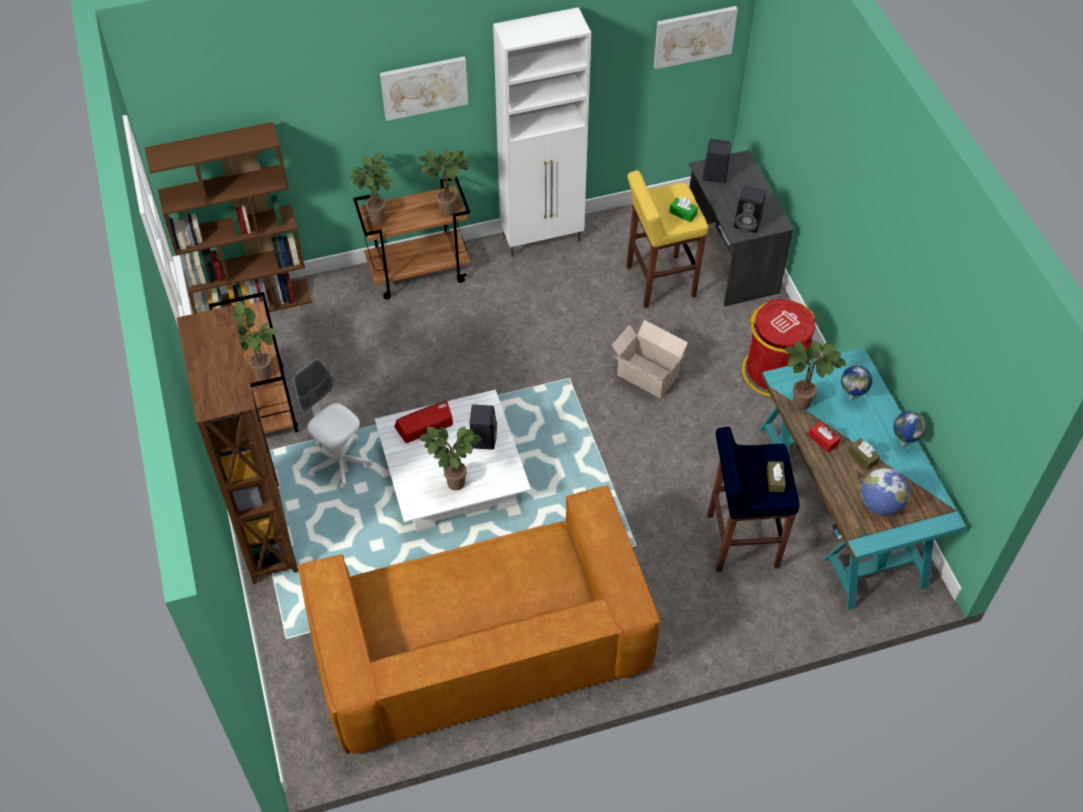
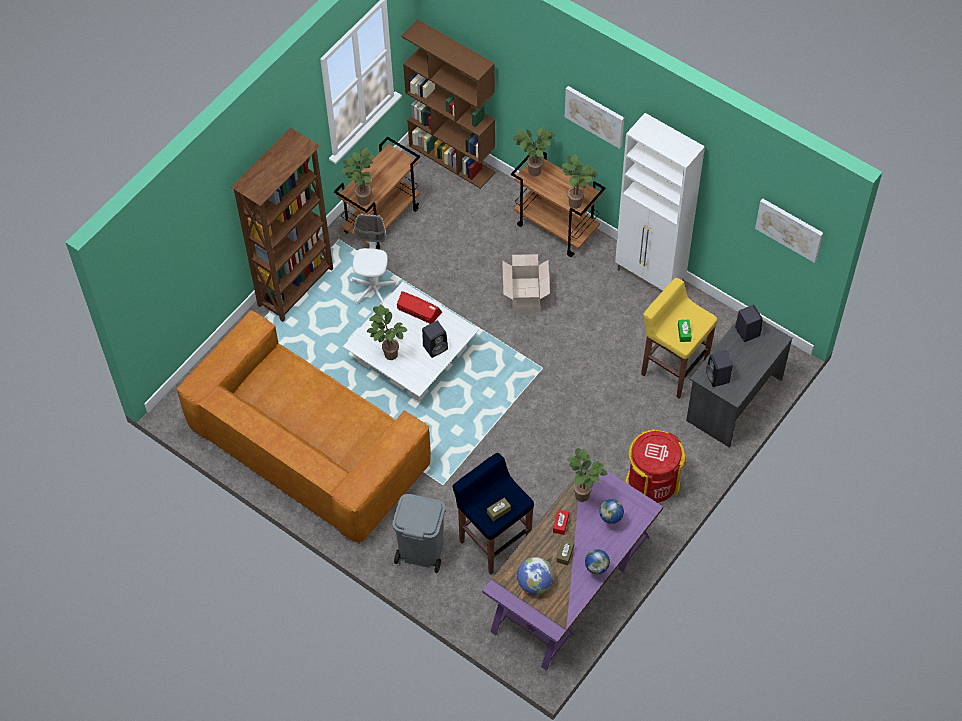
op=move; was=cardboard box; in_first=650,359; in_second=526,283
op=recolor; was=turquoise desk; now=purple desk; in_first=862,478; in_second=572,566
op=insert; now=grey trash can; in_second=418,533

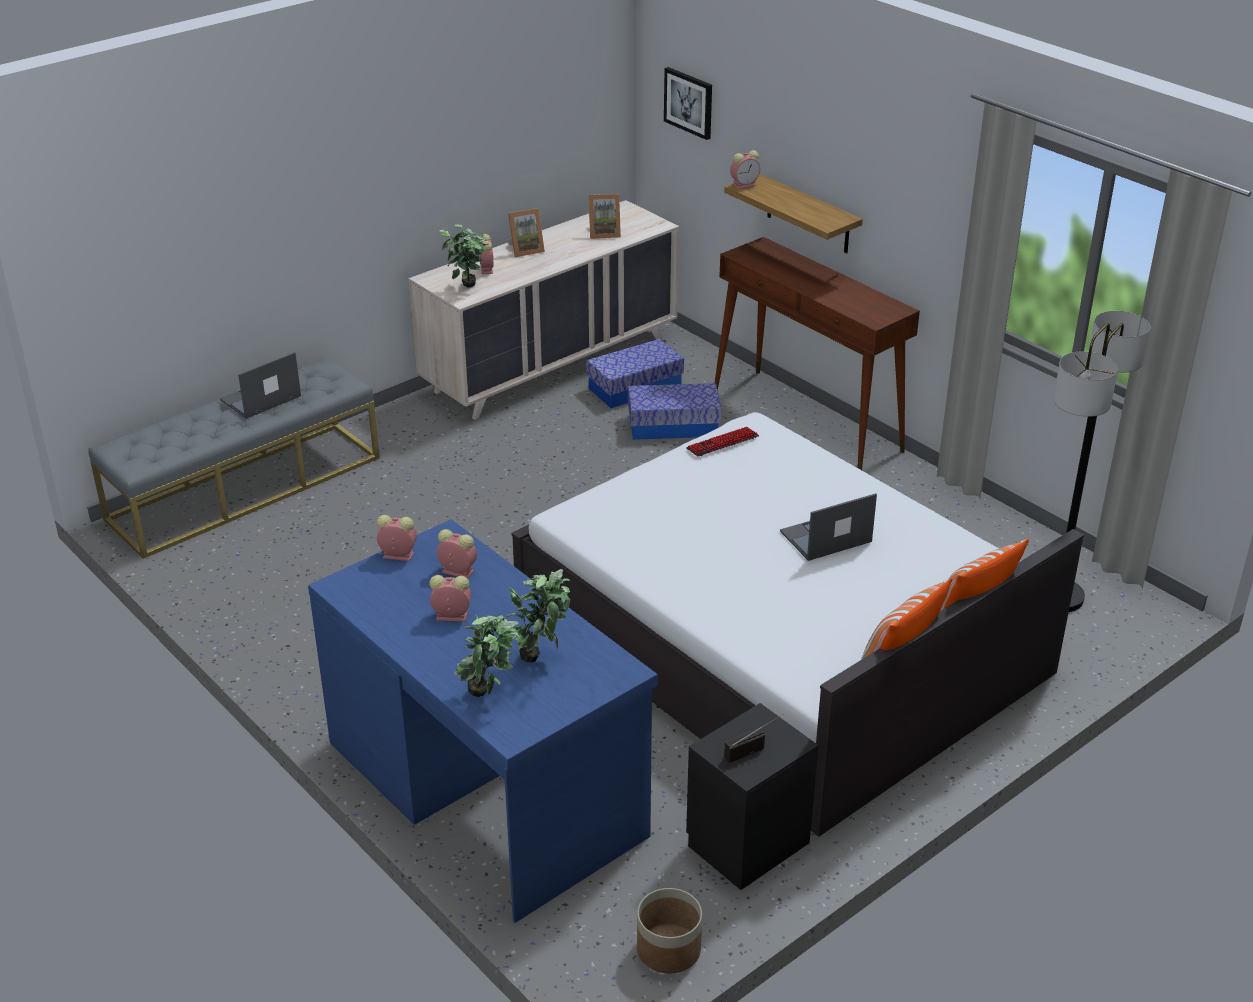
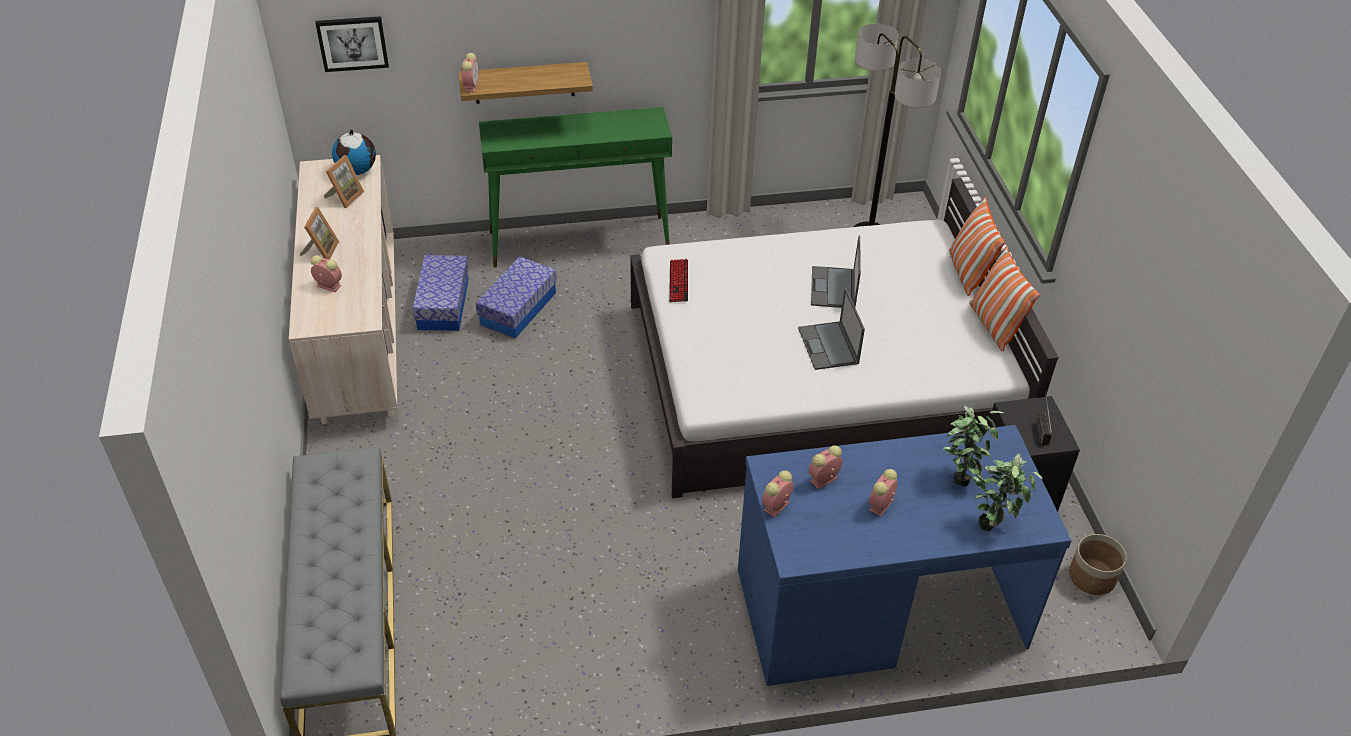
op=move; was=laptop; in_first=260,385; in_second=831,329
op=delete; was=potted plant; in_first=463,256
op=recolor; was=brown console table; now=green console table; in_first=817,353; in_second=575,187
op=insert; now=globe; in_second=354,152

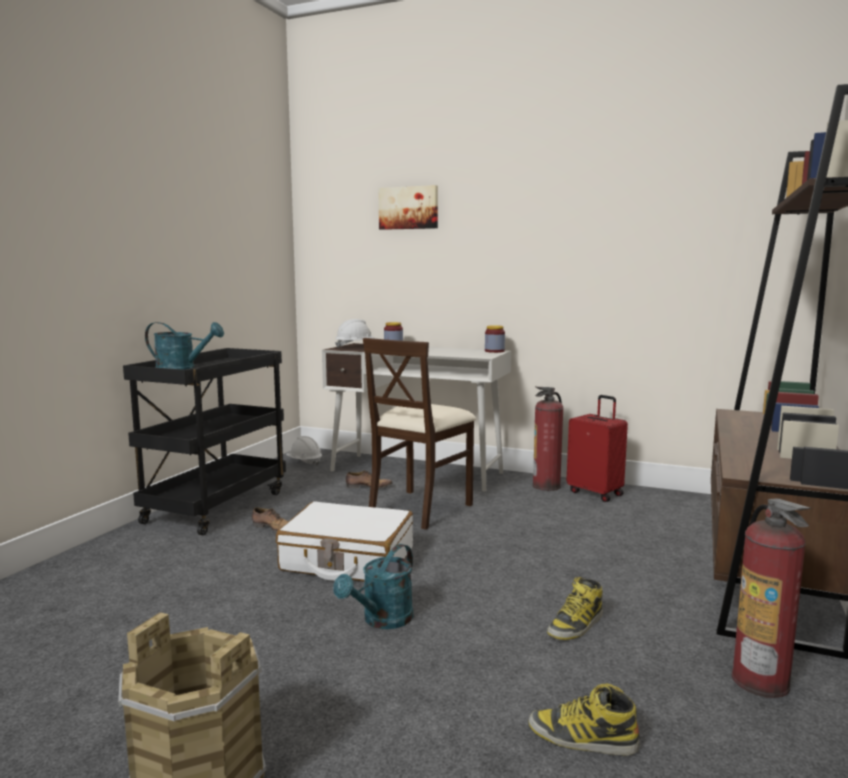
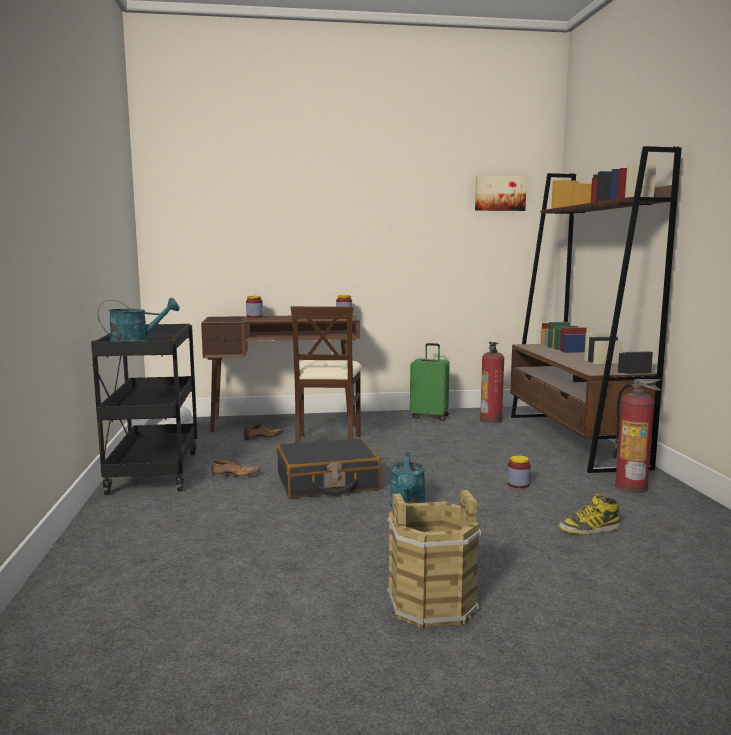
op=recolor; was=white suitcase; now=black suitcase; in_first=344,541; in_second=329,468
op=recolor; was=white desk; now=brown desk; in_first=416,417; in_second=280,373
op=delete; was=white hard hat; in_first=355,333
op=move; was=picture; in_first=408,207; in_second=501,193
op=move; was=fire extinguisher; in_first=548,439; in_second=492,382
op=replace; was=boot; now=jar; in_first=575,608; in_second=519,472
op=recolor; was=red suitcase; now=green suitcase; in_first=597,448; in_second=430,382

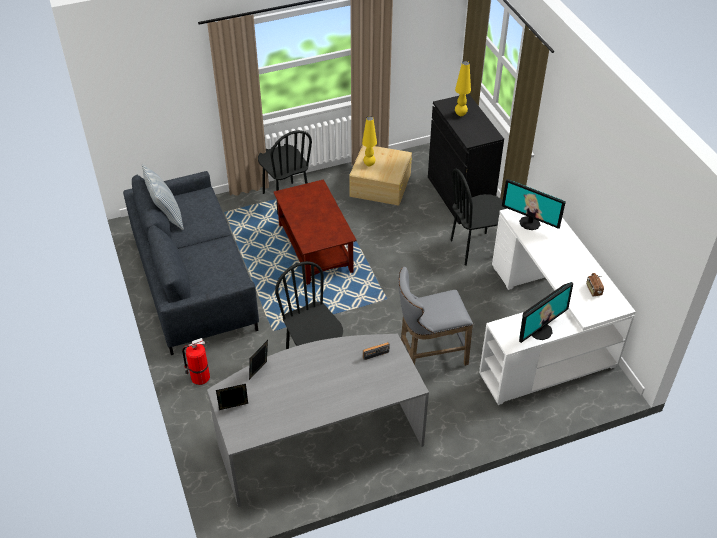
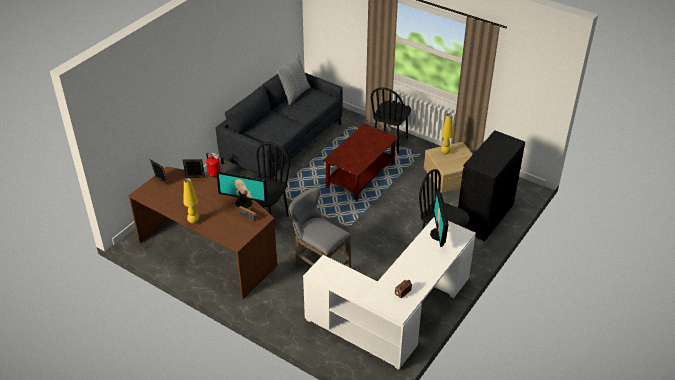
op=recolor; was=grey desk; now=brown desk; in_first=318,420; in_second=203,233
op=move; was=yellow table lamp; in_first=463,88; in_second=191,201
op=move; was=monitor; in_first=546,312; in_second=241,189

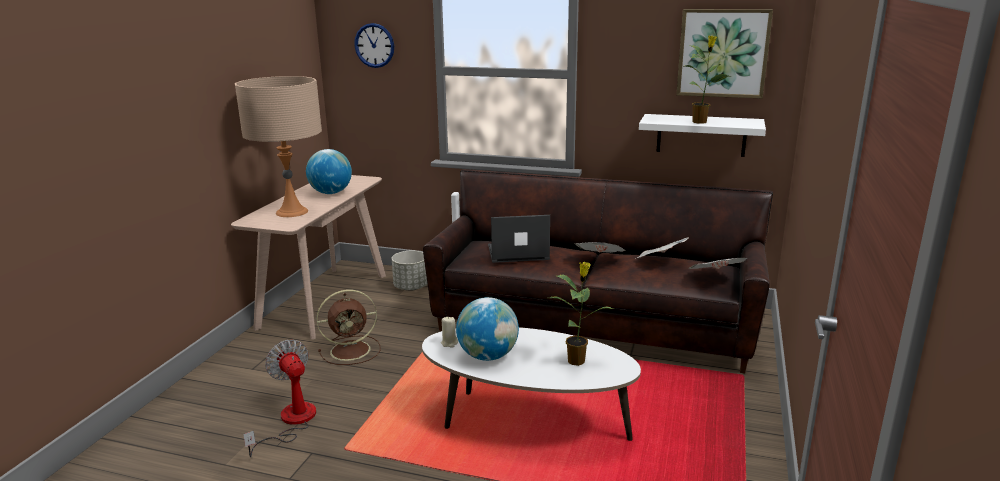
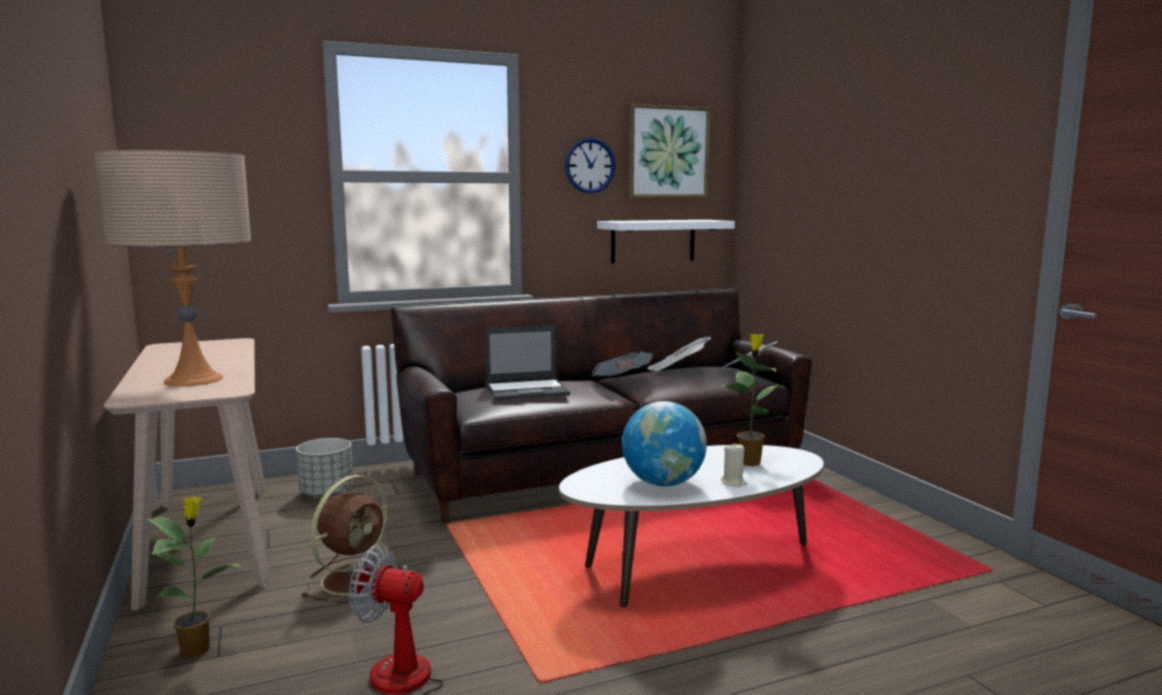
op=delete; was=globe; in_first=329,171
op=move; was=wall clock; in_first=374,45; in_second=590,166
op=move; was=beige candle; in_first=449,332; in_second=734,465
op=rotate; was=laptop; in_first=519,239; in_second=527,362; clockwise=-150
op=move; was=potted plant; in_first=708,79; in_second=193,577

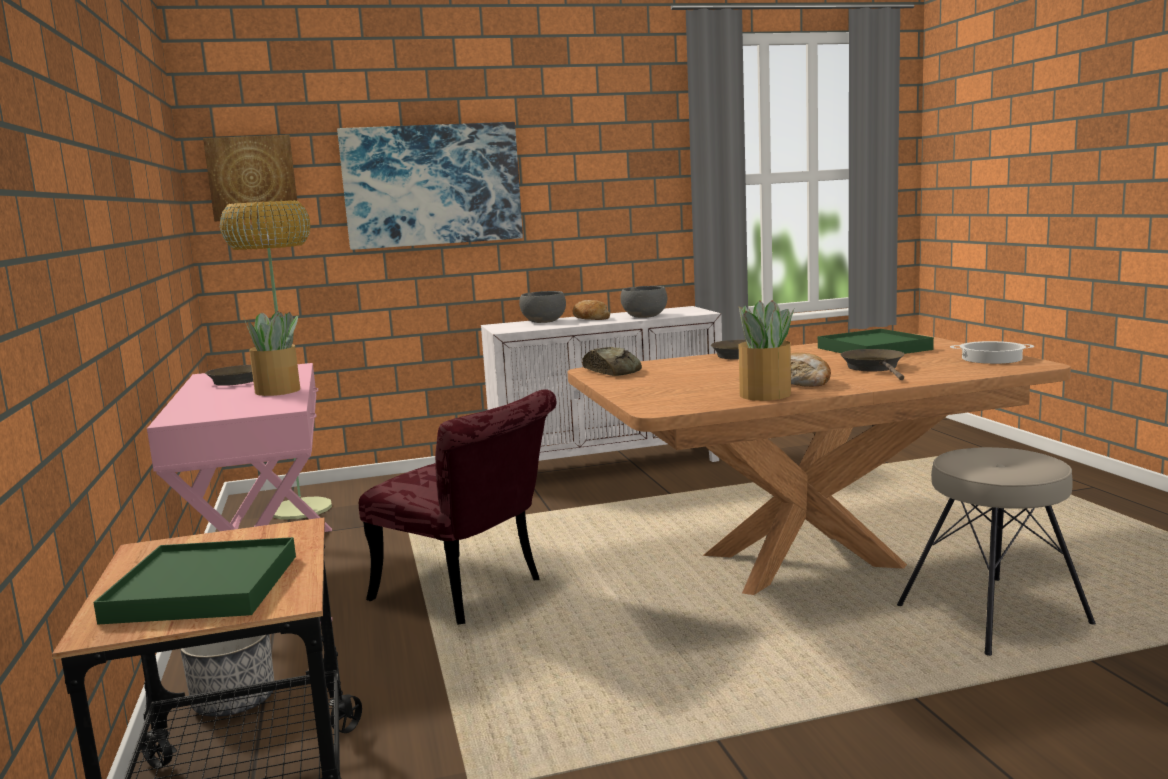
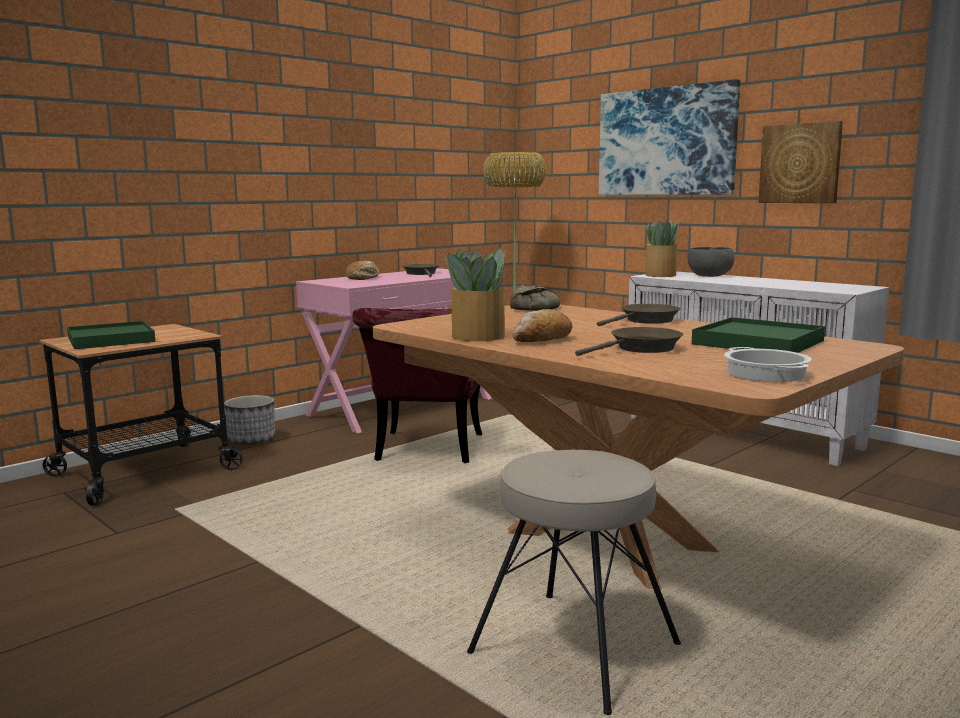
op=move; was=picture; in_first=250,178; in_second=800,162
op=move; was=potted plant; in_first=271,353; in_second=662,248
op=move; was=bread; in_first=591,310; in_second=362,270
op=delete; was=grey bowl; in_first=643,302

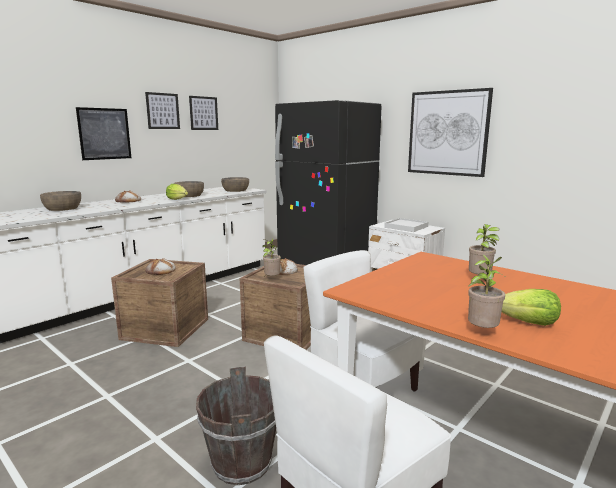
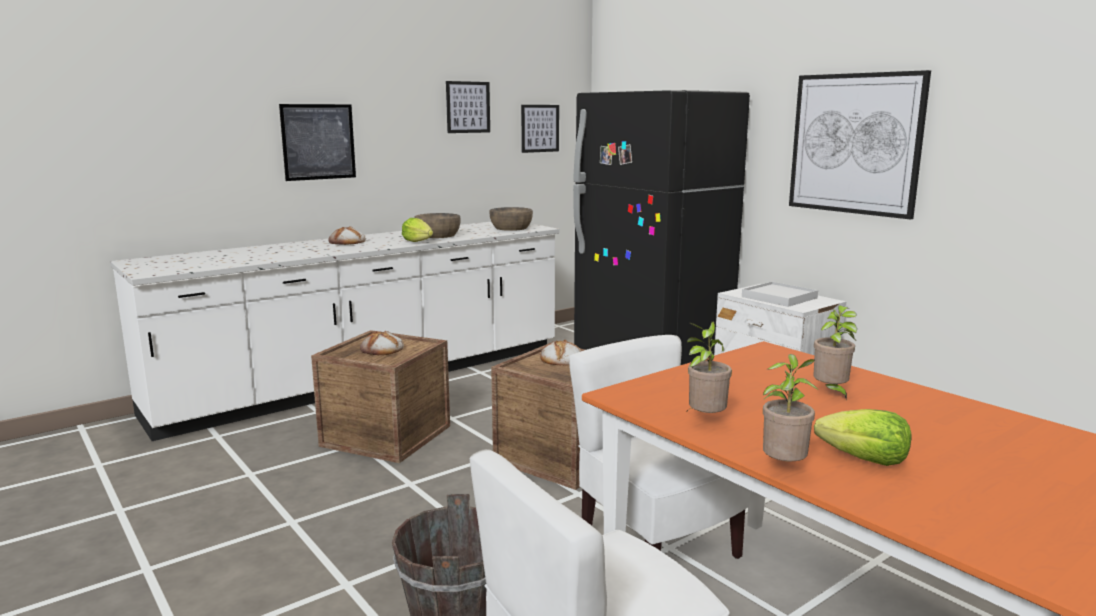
op=delete; was=brown bowl; in_first=60,201
op=move; was=picture; in_first=162,110; in_second=540,129
op=move; was=potted plant; in_first=272,257; in_second=709,367

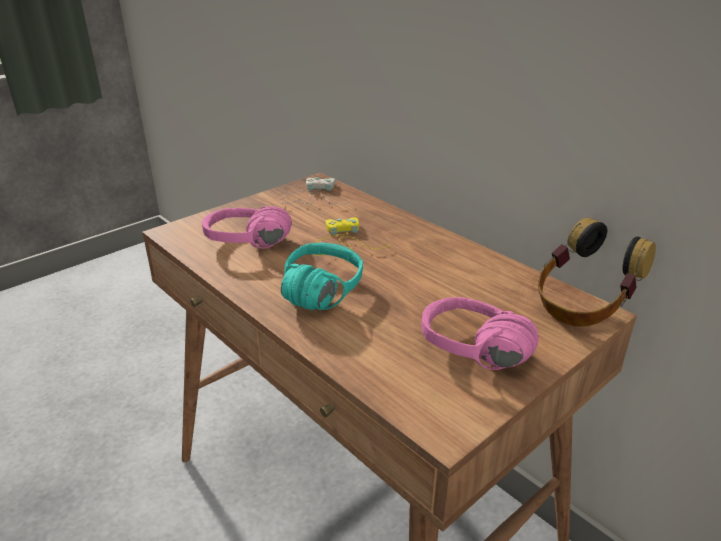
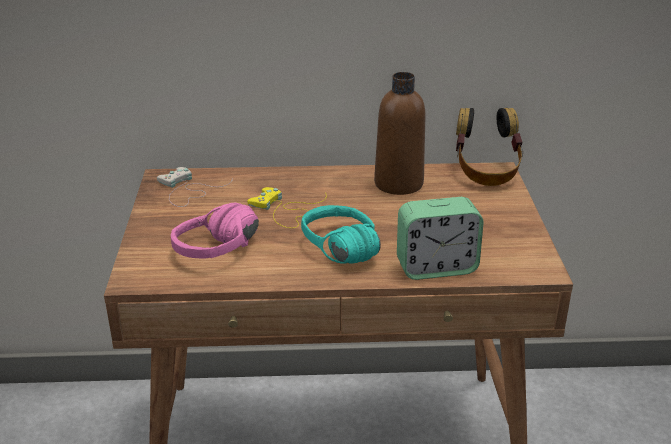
op=delete; was=pink headphones; in_first=480,333
op=insert; now=brown bottle; in_second=400,133
op=insert; now=alarm clock; in_second=440,238

